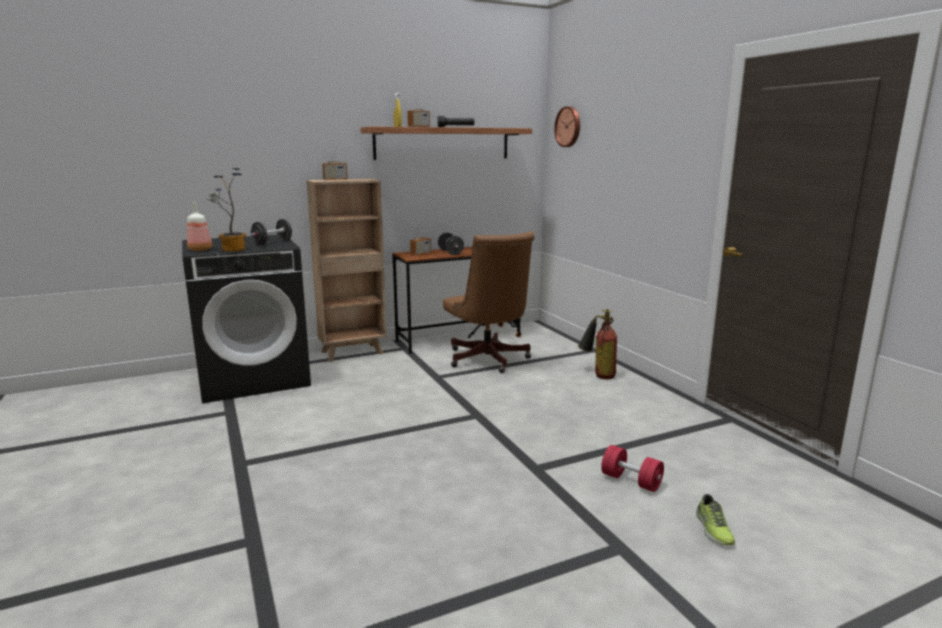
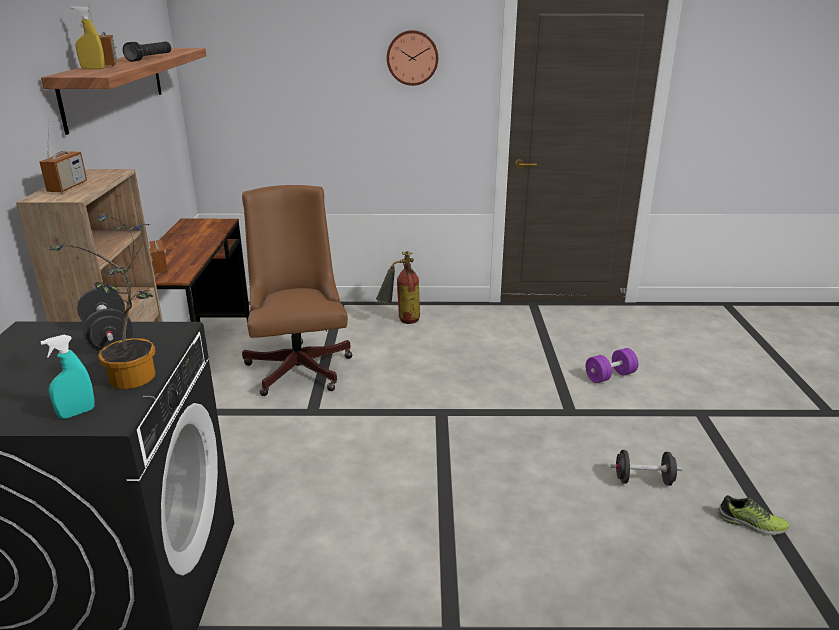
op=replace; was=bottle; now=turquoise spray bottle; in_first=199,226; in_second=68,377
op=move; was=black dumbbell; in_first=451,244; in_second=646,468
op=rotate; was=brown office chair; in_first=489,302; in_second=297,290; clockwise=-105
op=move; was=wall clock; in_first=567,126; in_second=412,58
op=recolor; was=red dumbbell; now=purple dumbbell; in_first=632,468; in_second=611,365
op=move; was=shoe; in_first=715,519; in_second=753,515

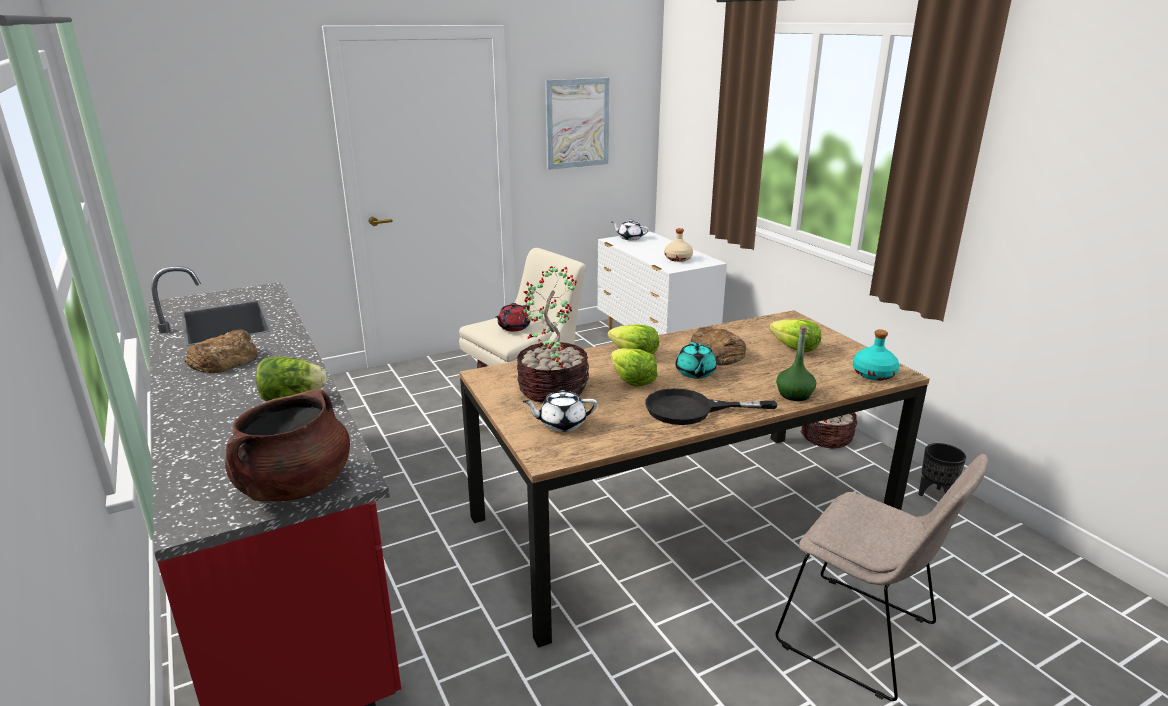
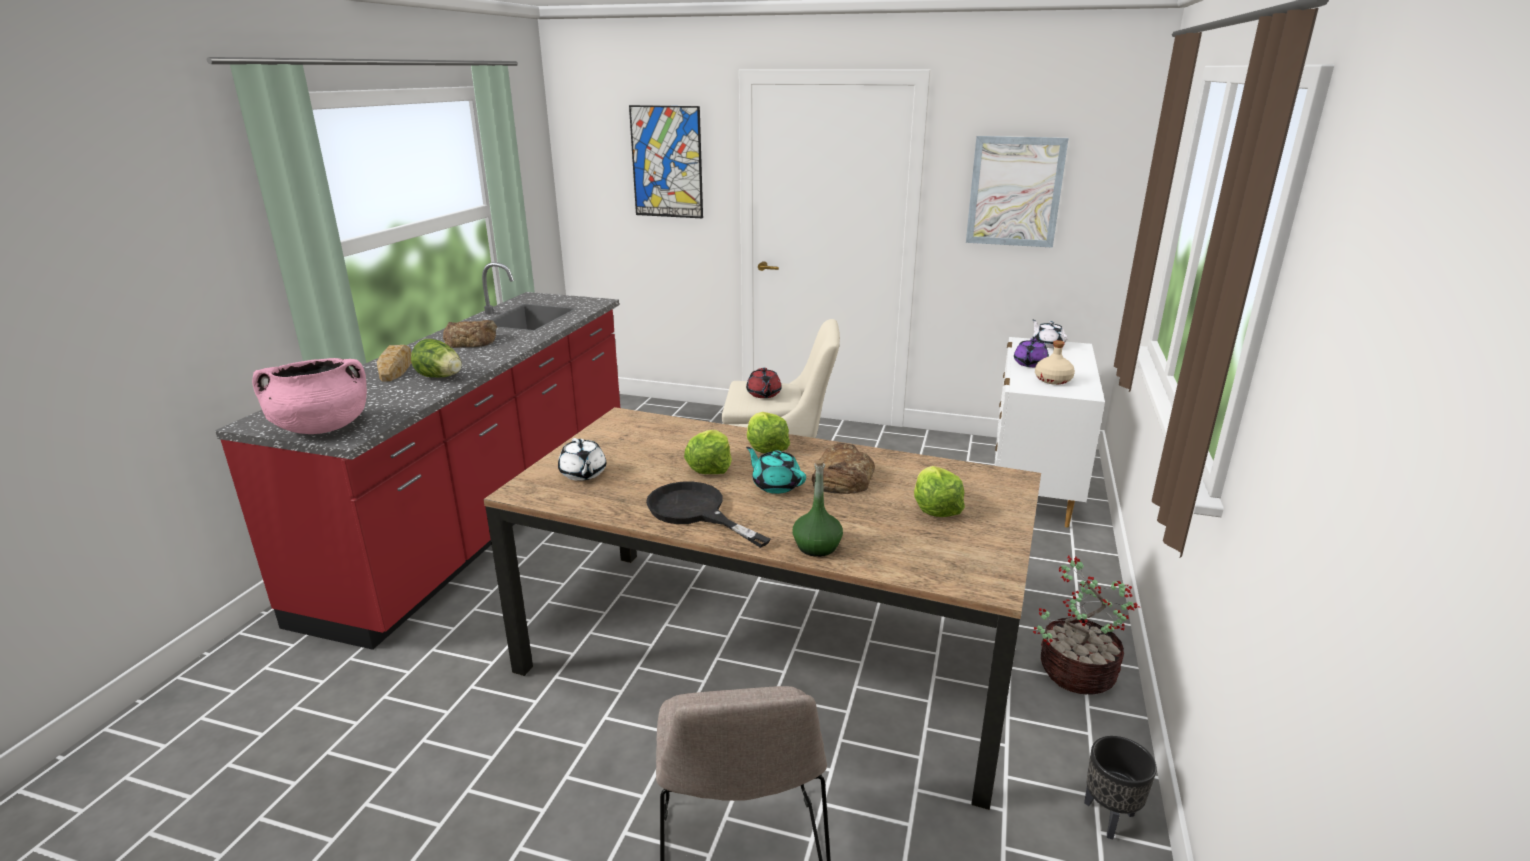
op=recolor; was=brown cooking pot; now=pink cooking pot; in_first=287,445; in_second=309,396
op=rotate; was=red teapot; in_first=513,317; in_second=764,383; clockwise=-90
op=delete; was=potted plant; in_first=553,334
op=rotate; was=white teapot; in_first=559,411; in_second=582,459; clockwise=-150
op=rotate; was=turquoise teapot; in_first=695,360; in_second=776,470; clockwise=90
op=delete; was=turquoise bottle; in_first=876,355
op=insert; now=bread; in_second=394,363
op=insert; now=picture; in_second=666,161
op=insert; now=purple teapot; in_second=1031,352

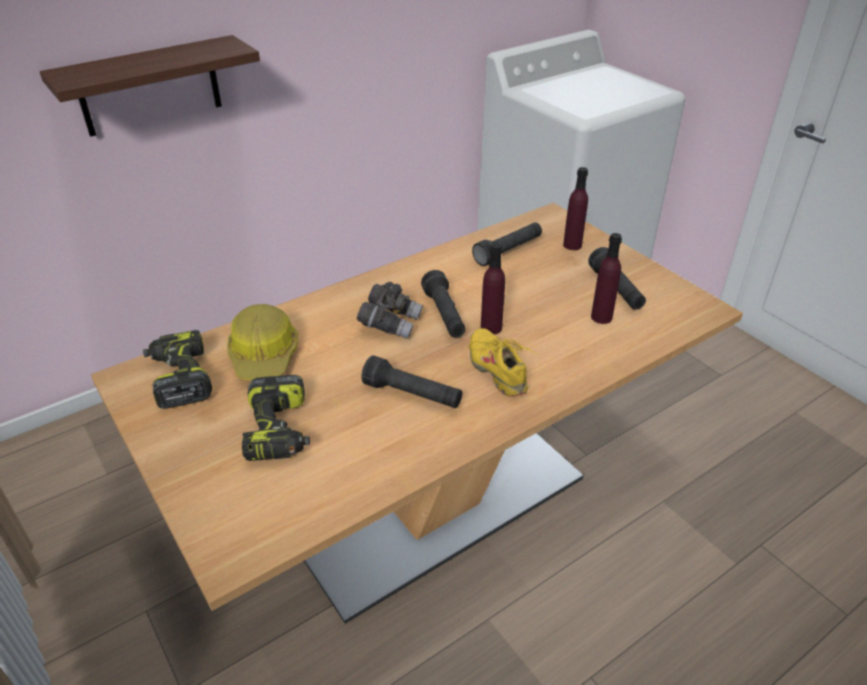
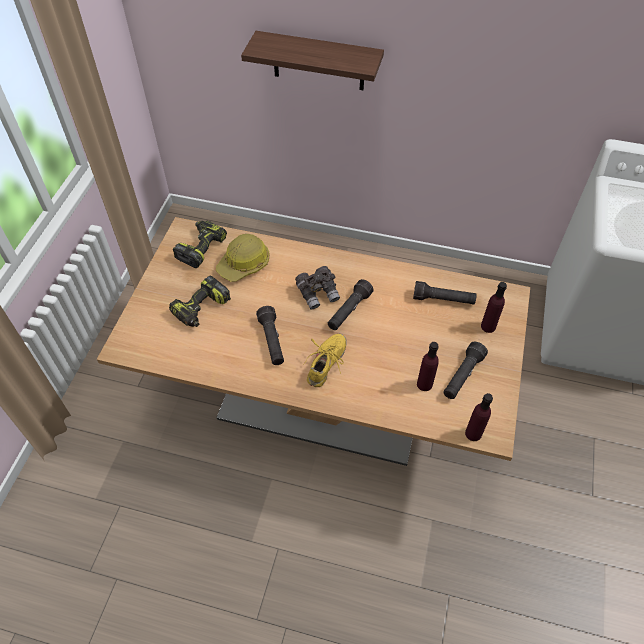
op=move; was=purple bottle; in_first=493,289; in_second=479,417

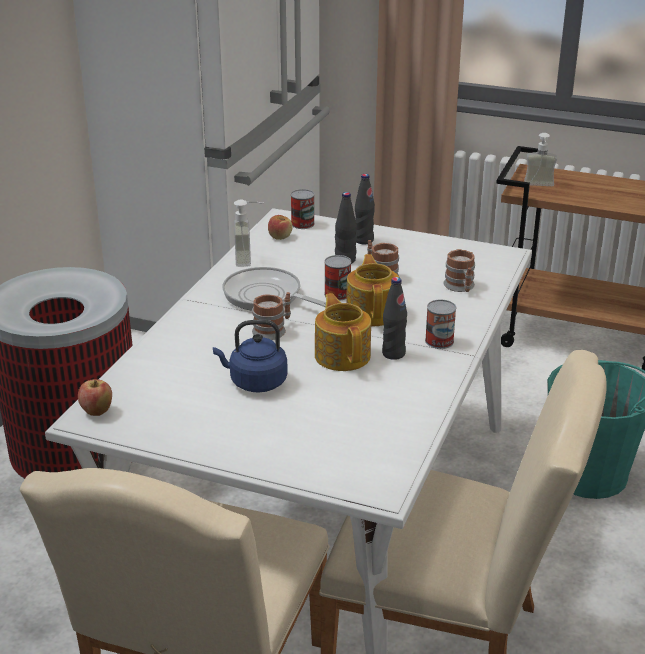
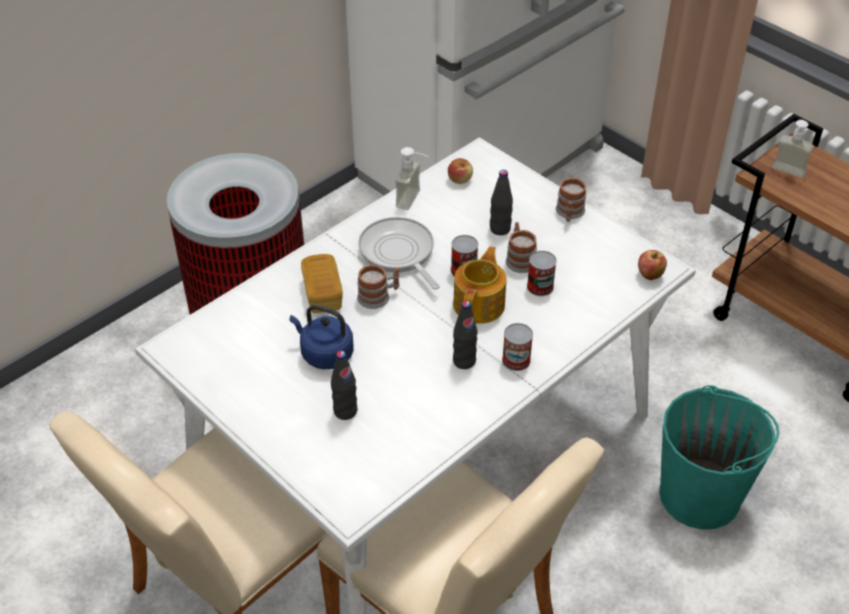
op=move; was=apple; in_first=95,397; in_second=652,265
op=move; was=can; in_first=303,209; in_second=542,273
op=delete; was=teapot; in_first=343,332
op=move; was=black bottle; in_first=365,209; in_second=344,385
op=move; was=mug; in_first=459,270; in_second=571,200
op=insert; now=bread; in_second=322,283

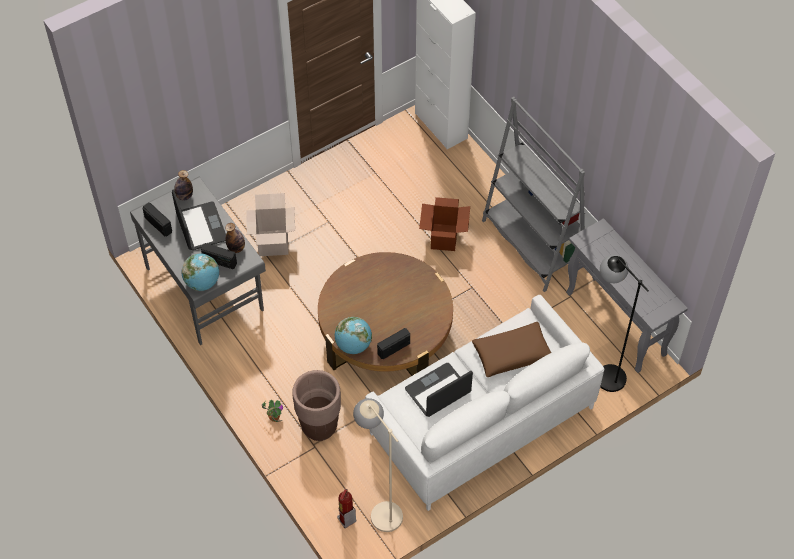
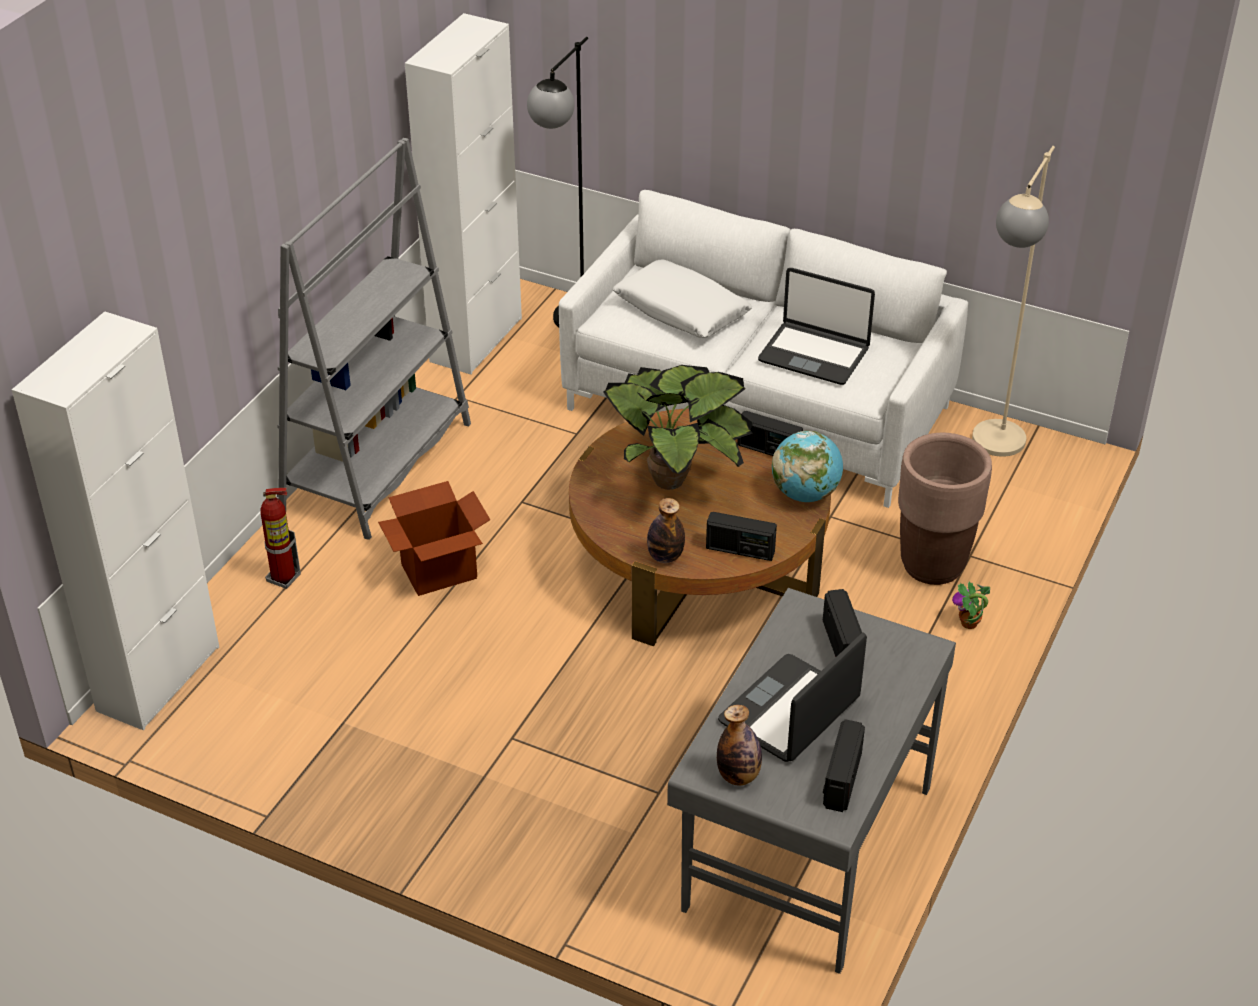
op=delete; was=globe; in_first=200,272
op=move; was=bottle; in_first=235,238; in_second=666,530
op=delete; was=cardboard box; in_first=270,224
op=move; was=fire extinguisher; in_first=346,508; in_second=280,538
op=recolor; was=brown pillow; now=white pillow; in_first=511,349; in_second=682,299
op=replace; was=grey console table; now=white cabinet; in_first=627,295; in_second=463,194
op=insert; now=potted plant; in_second=678,427
op=insert; now=radio; in_second=741,536

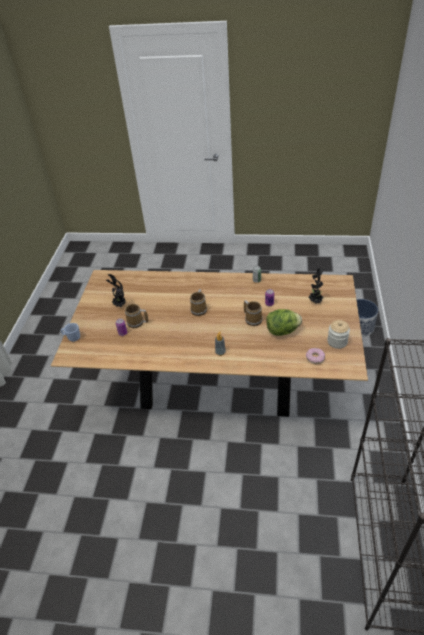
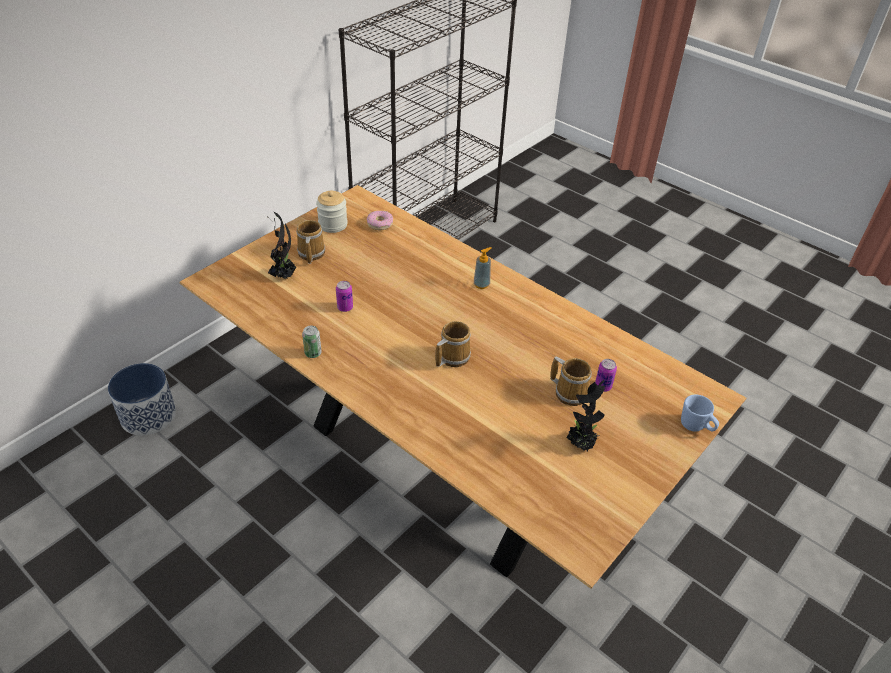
op=move; was=mug; in_first=253,313; in_second=310,242
op=delete; was=lettuce; in_first=284,322

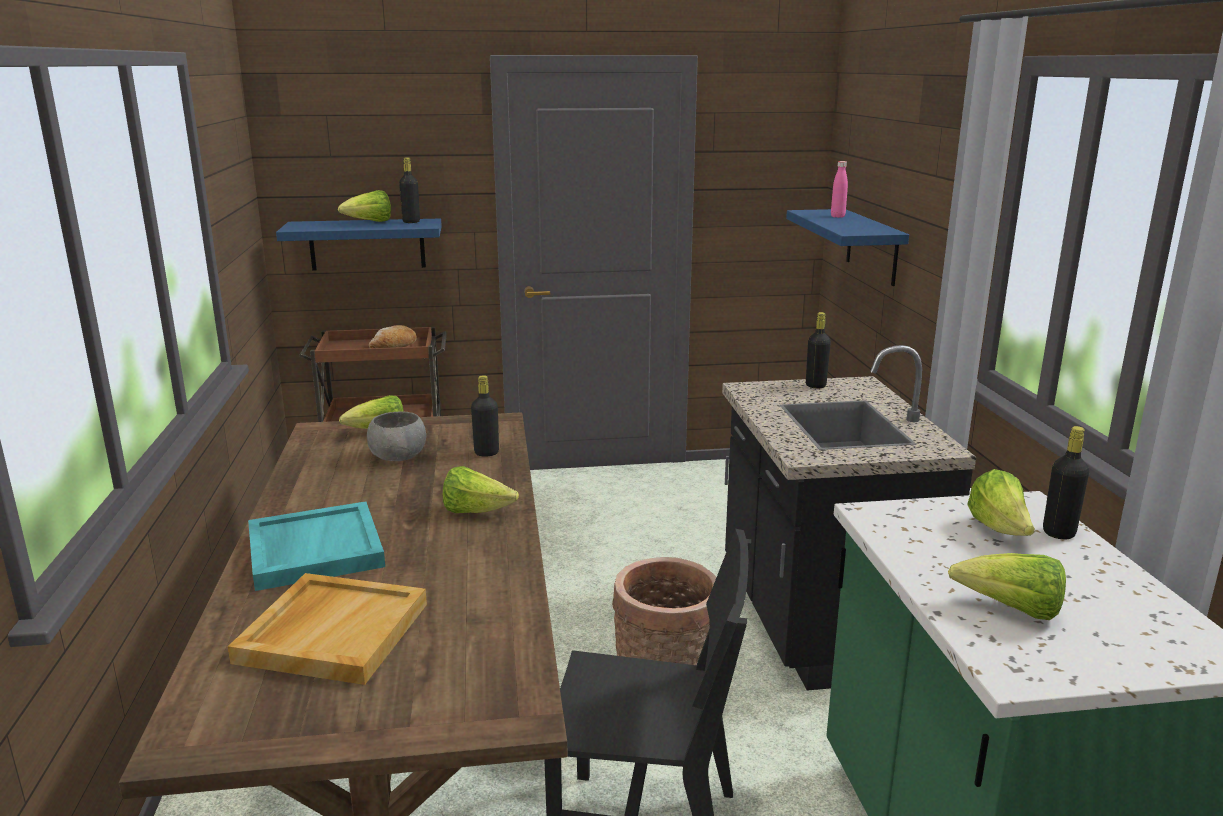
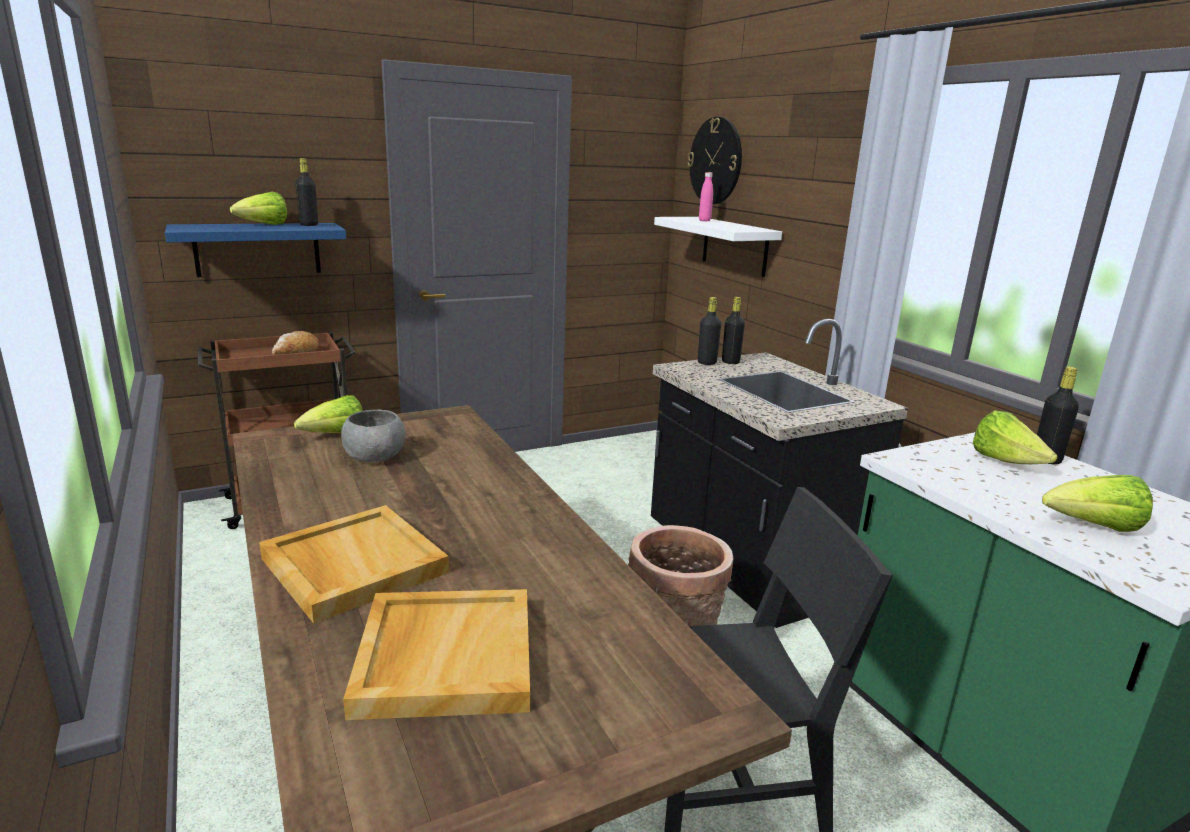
op=recolor; was=turquoise tray; now=beige tray; in_first=316,546; in_second=354,564
op=delete; was=lettuce; in_first=481,489
op=move; was=black bottle; in_first=485,416; in_second=709,331
op=recolor; was=blue shelf; now=white shelf; in_first=847,247; in_second=718,247
op=insert; now=wall clock; in_second=714,161

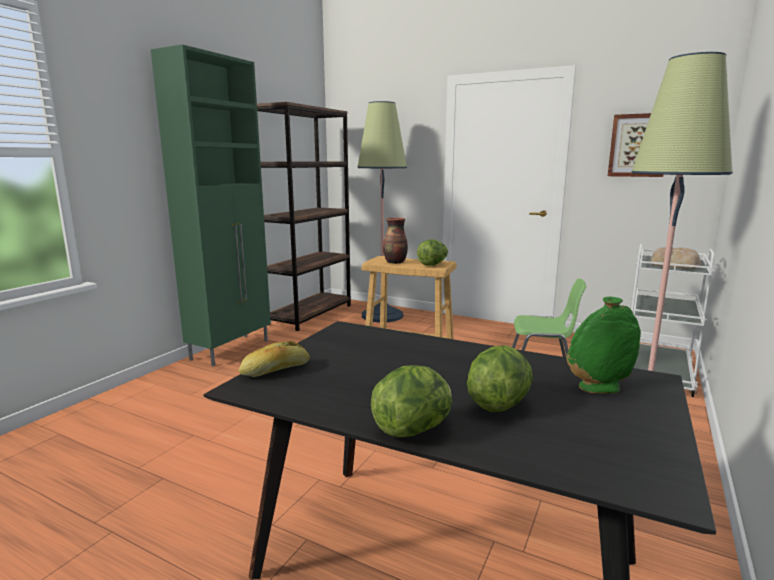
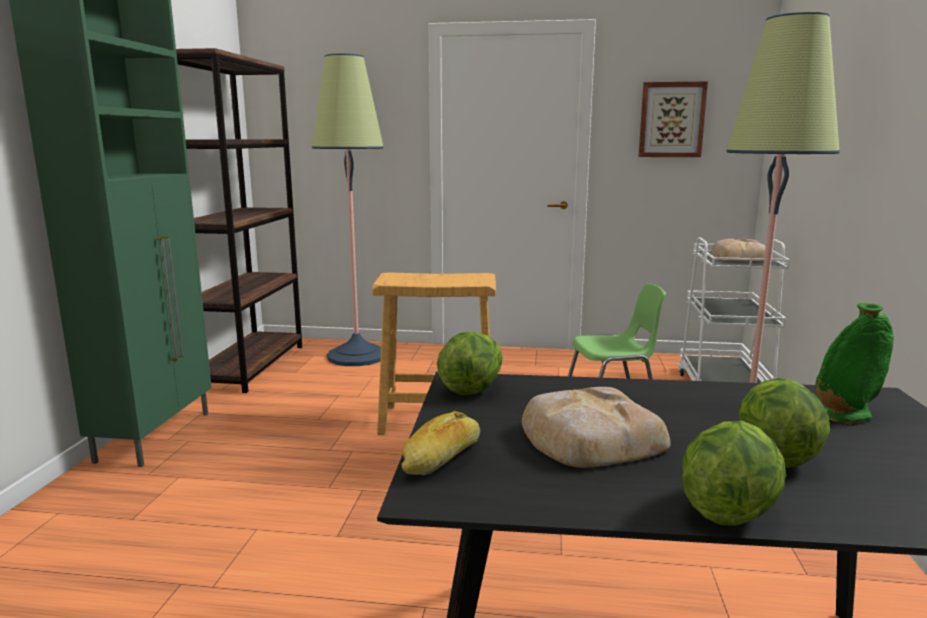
op=delete; was=vase; in_first=395,241
op=move; was=lettuce; in_first=432,252; in_second=470,363
op=insert; now=bread; in_second=596,427

